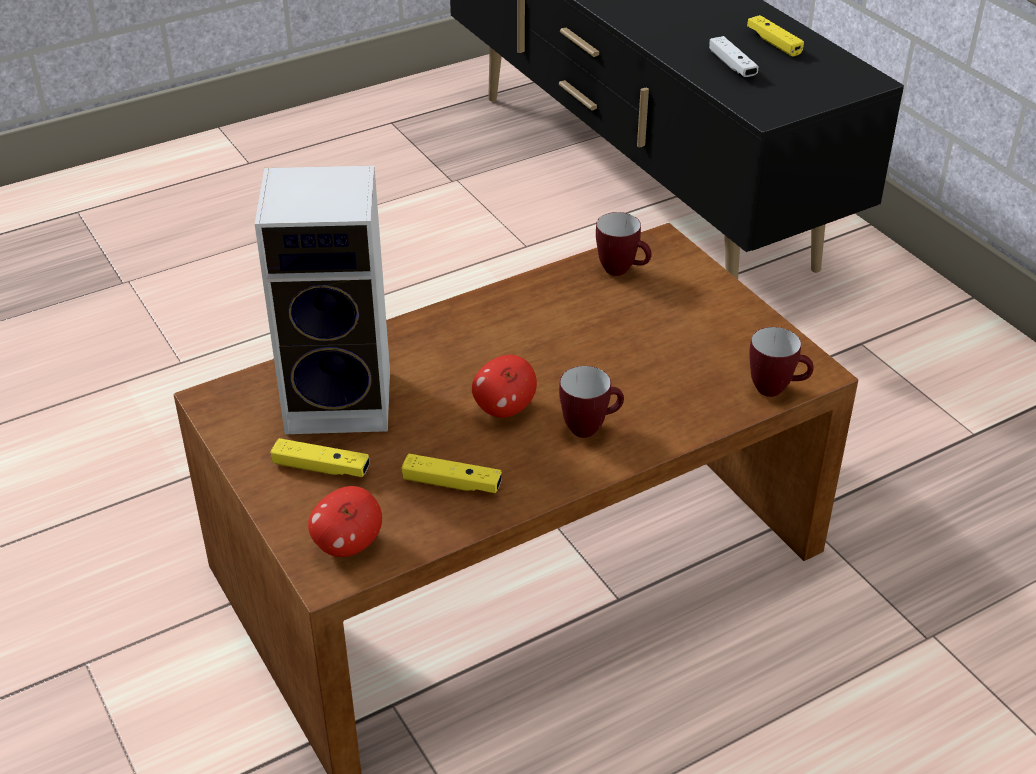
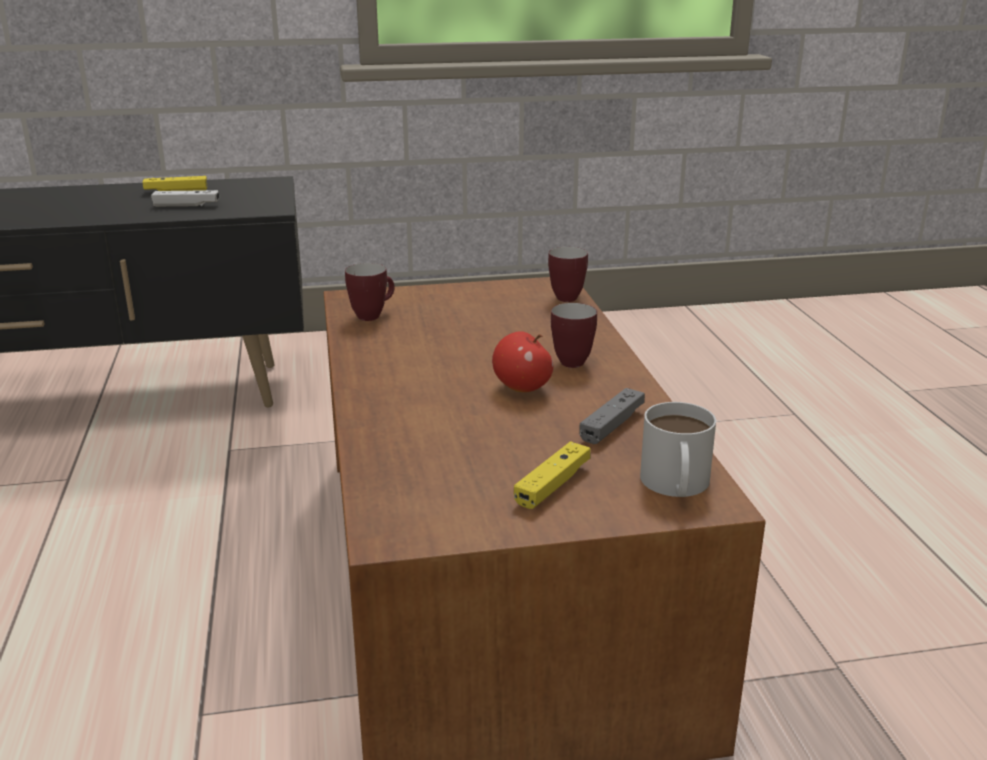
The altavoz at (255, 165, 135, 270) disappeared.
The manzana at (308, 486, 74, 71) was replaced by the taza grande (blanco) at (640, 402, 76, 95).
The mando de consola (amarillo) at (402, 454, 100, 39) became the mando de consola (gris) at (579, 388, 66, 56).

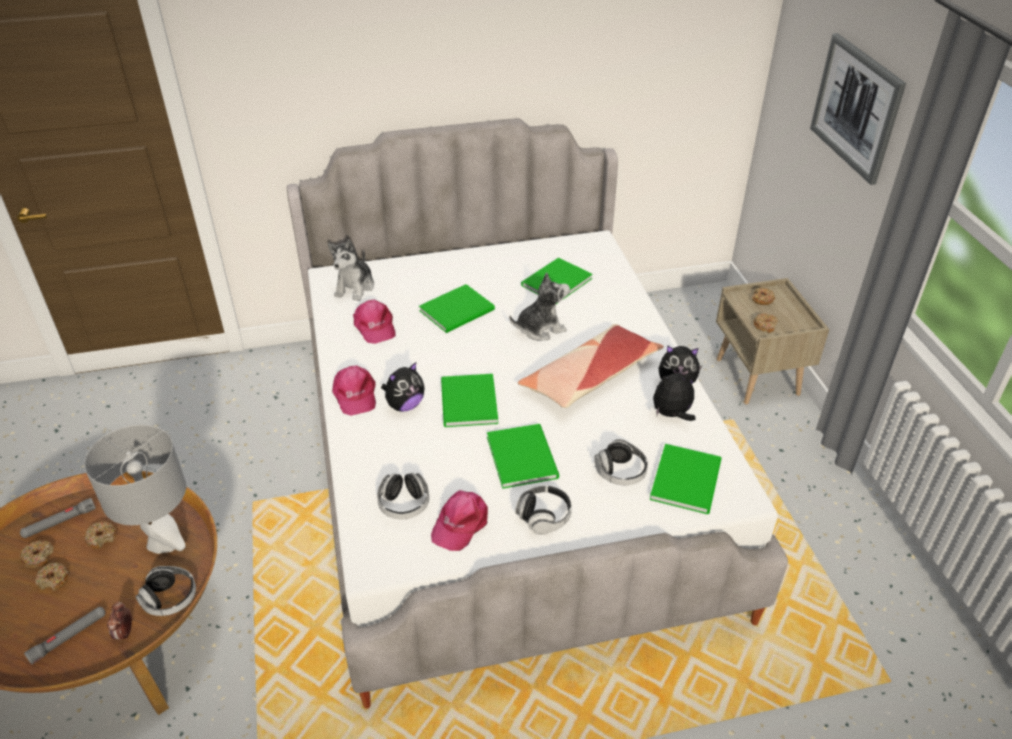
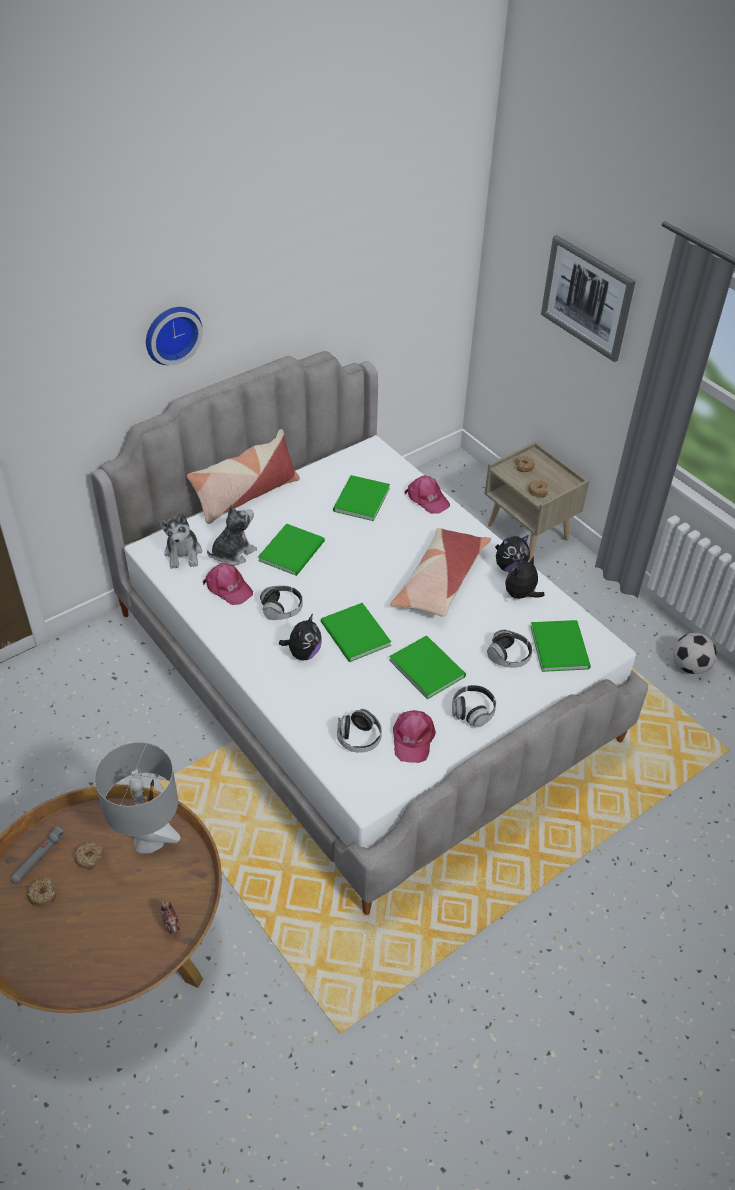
The linterna (gris) at (24, 607, 82, 57) disappeared.
The rosquilla at (35, 563, 34, 28) disappeared.
The reloj de pared at (146, 307, 57, 58) appeared.
The cojín at (187, 429, 113, 95) appeared.
The balón de fútbol at (673, 633, 44, 41) appeared.
The auriculares moved from (135, 566, 61, 50) to (260, 585, 43, 35).
The gorra (rosa) moved from (332, 366, 44, 50) to (405, 476, 45, 38).
The peluche moved from (509, 272, 61, 69) to (207, 504, 50, 62).

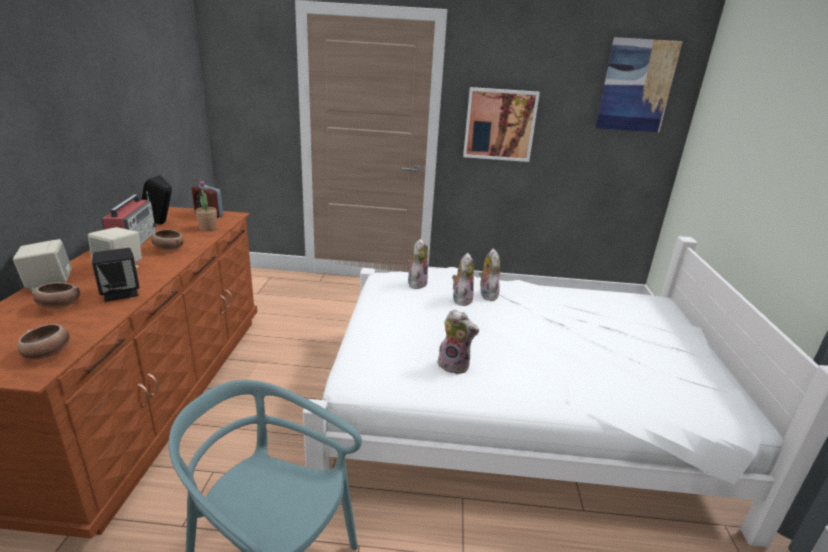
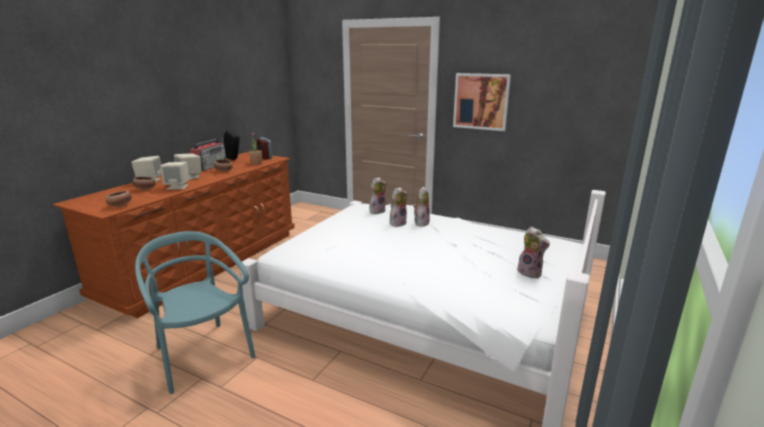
The cuadro at (596, 37, 87, 95) disappeared.
The peluche moved from (437, 309, 42, 65) to (517, 227, 33, 51).
The altavoz (negro) at (92, 248, 48, 54) became the altavoz (beis) at (160, 162, 29, 28).

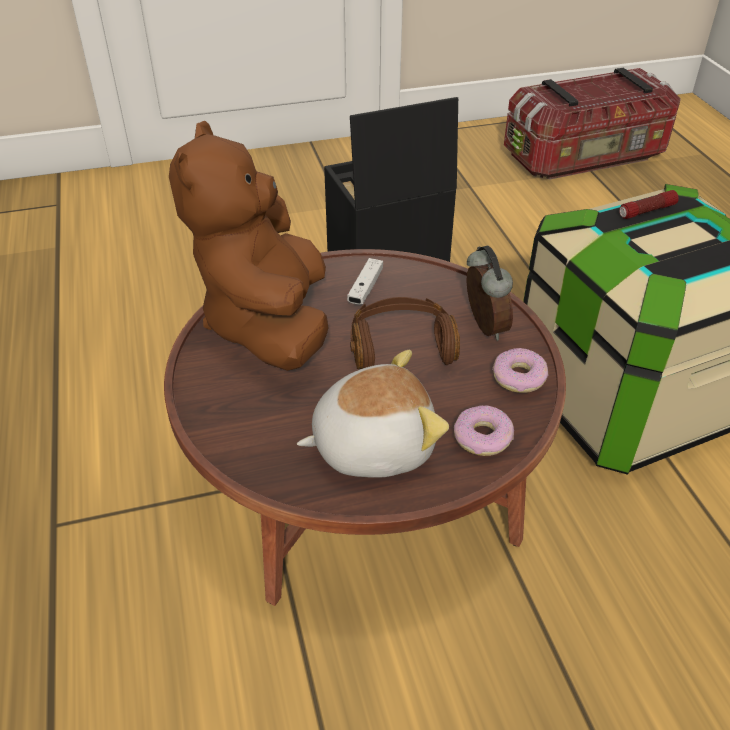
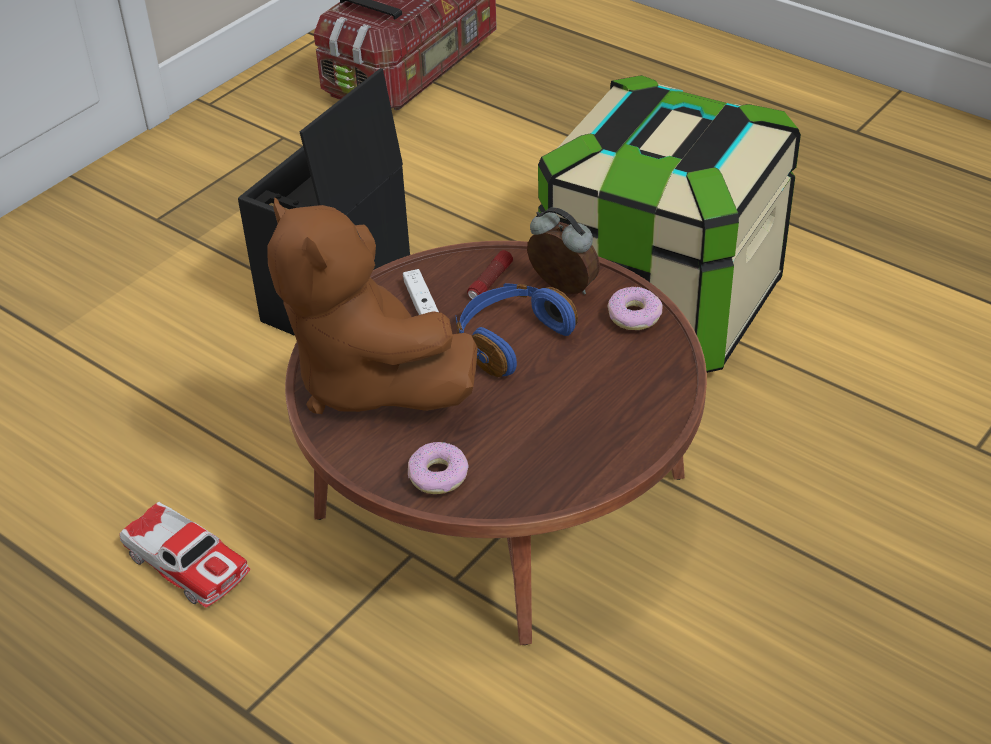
The peluche at (297, 350, 152, 128) disappeared.
The coche de juguete at (119, 502, 131, 105) appeared.
The rosquilla moved from (454, 405, 60, 51) to (408, 442, 60, 52).
The linterna moved from (619, 190, 60, 29) to (467, 250, 46, 49).
The auriculares (marrón) at (350, 297, 110, 72) became the auriculares (azul) at (455, 283, 123, 94).

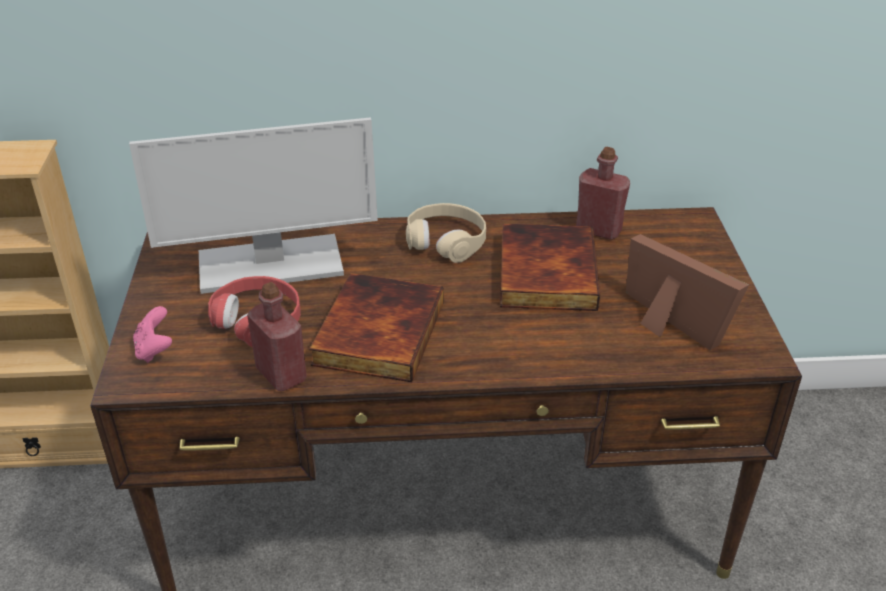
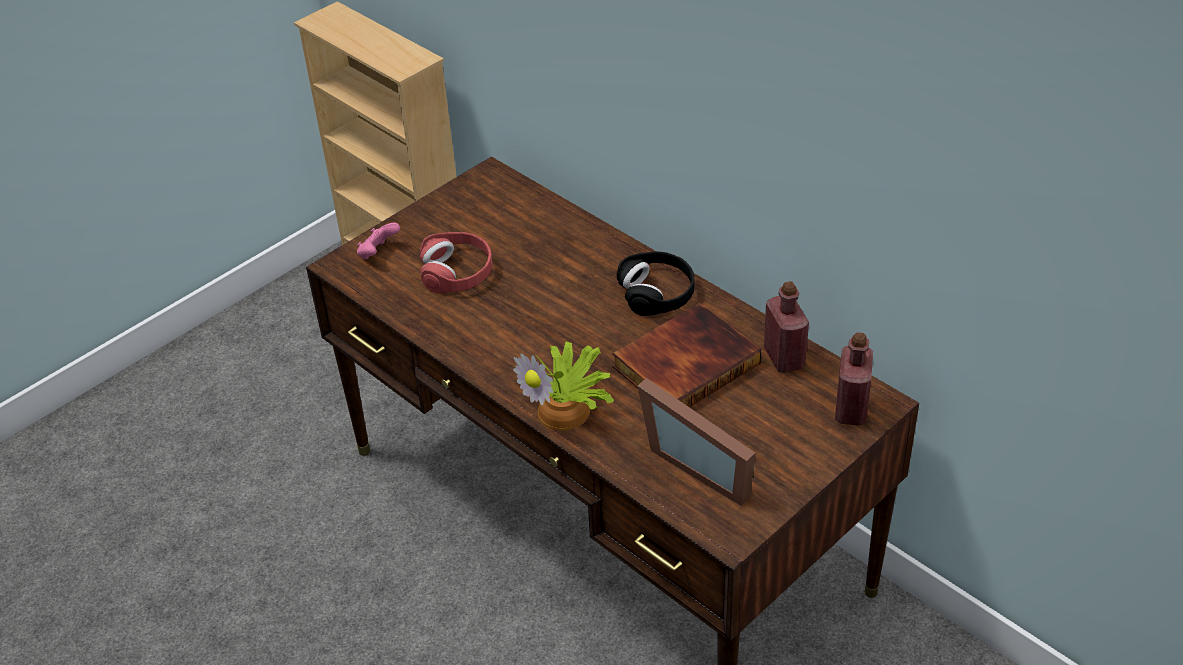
The monitor at (129, 117, 249, 177) disappeared.
The libro at (309, 273, 135, 109) disappeared.
The planta en maceta at (513, 341, 101, 89) appeared.
The botella (rojo) moved from (247, 282, 60, 109) to (835, 332, 38, 94).
The auriculares (beis) at (406, 203, 80, 60) became the auriculares (negro) at (617, 251, 78, 65).
The portarretratos at (626, 234, 123, 116) turned 120 degrees clockwise.

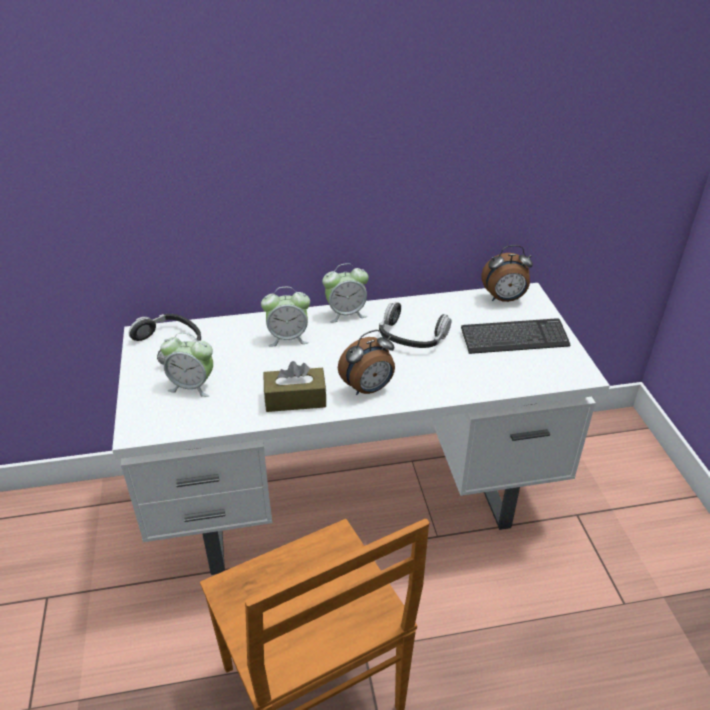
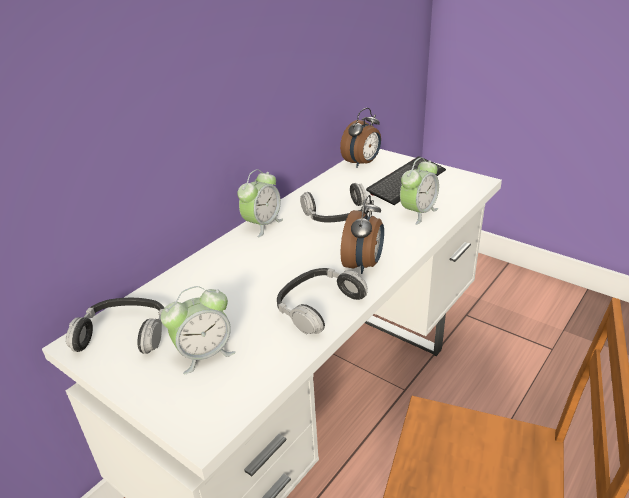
The despertador moved from (261, 287, 49, 59) to (400, 157, 39, 68).
The caja de pañuelos (marrón) at (264, 361, 62, 51) was replaced by the auriculares at (277, 268, 90, 67).

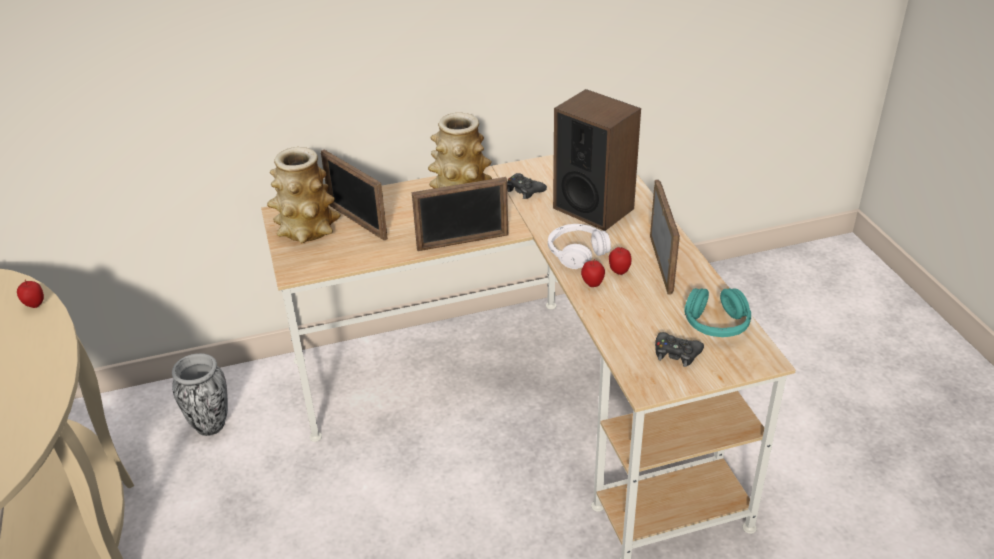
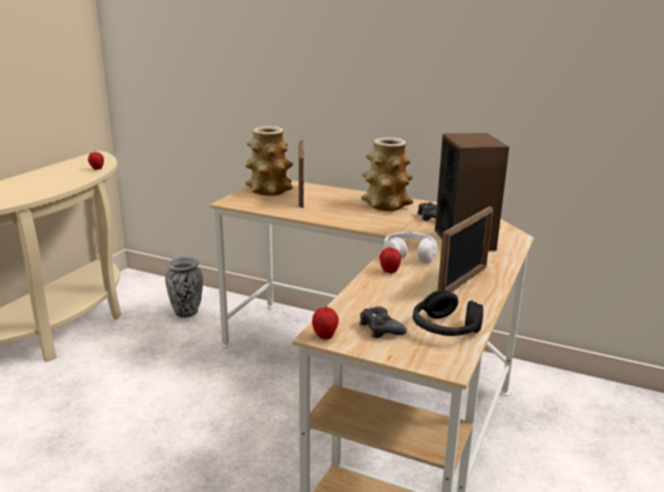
The portarretratos at (412, 177, 96, 74) disappeared.
The manzana moved from (609, 247, 23, 28) to (312, 306, 27, 33).
The auriculares (turquesa) at (684, 288, 67, 49) became the auriculares (negro) at (413, 290, 70, 46).

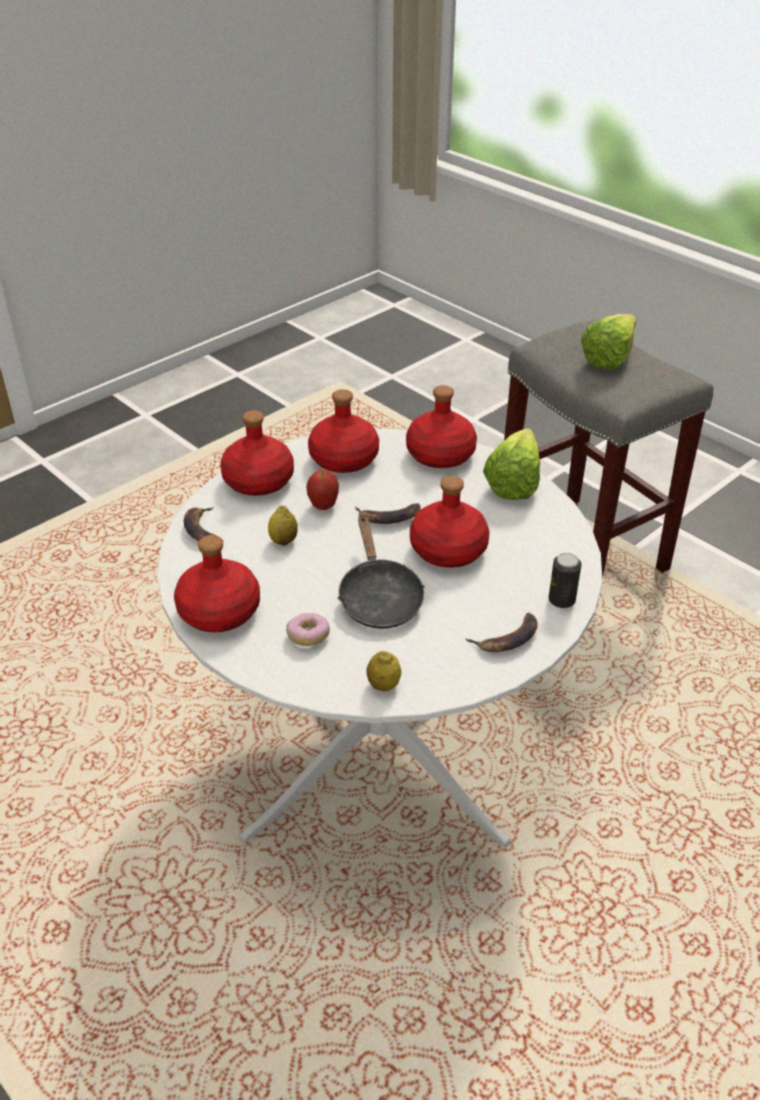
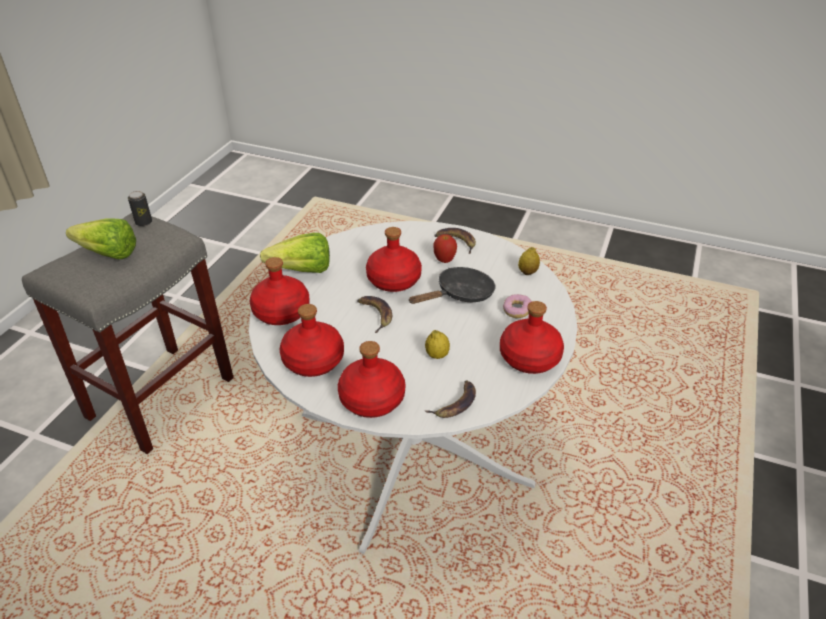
The manzana moved from (306, 470, 33, 40) to (433, 234, 24, 29).
The lata moved from (549, 553, 32, 55) to (128, 191, 24, 36).

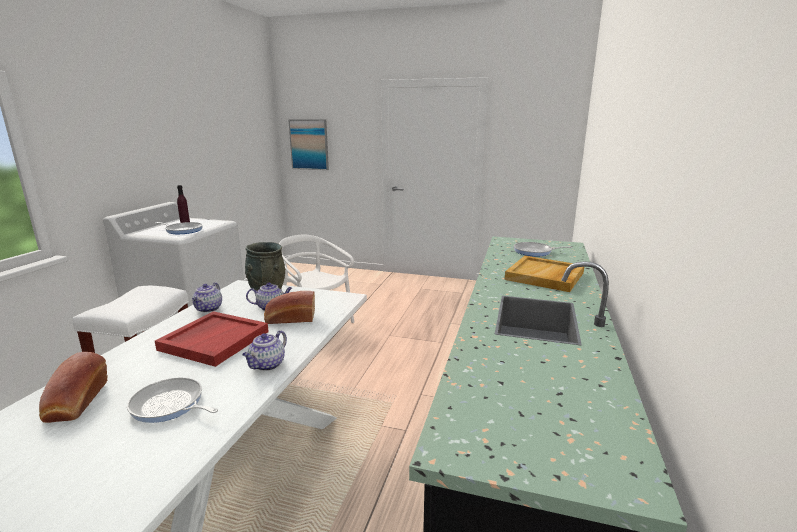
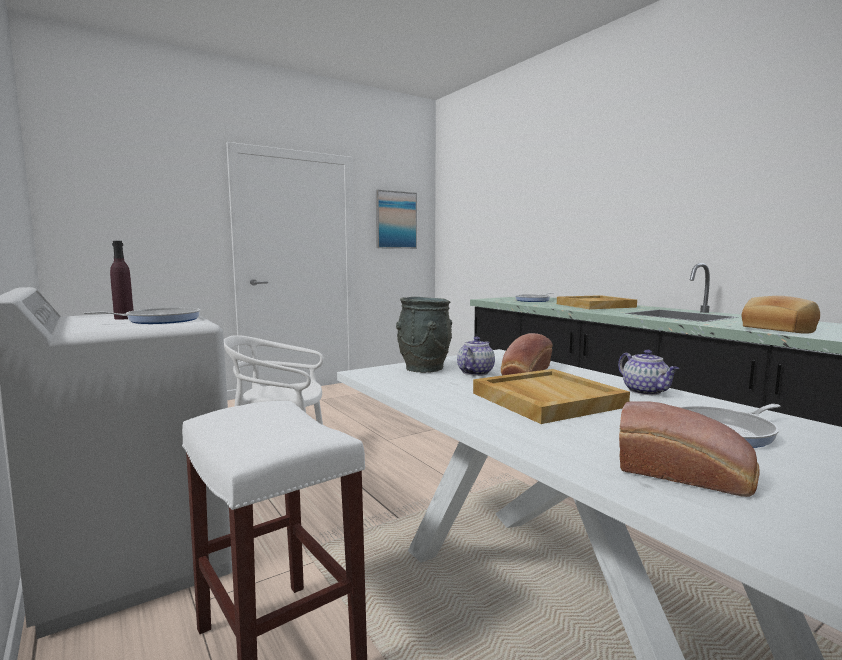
The tetera at (192, 282, 30, 30) disappeared.
The pan at (742, 296, 78, 38) appeared.
The cuadro moved from (288, 119, 41, 51) to (376, 190, 41, 59).
The bandeja (rojo) at (155, 311, 114, 56) became the bandeja (beis) at (473, 369, 157, 55).

